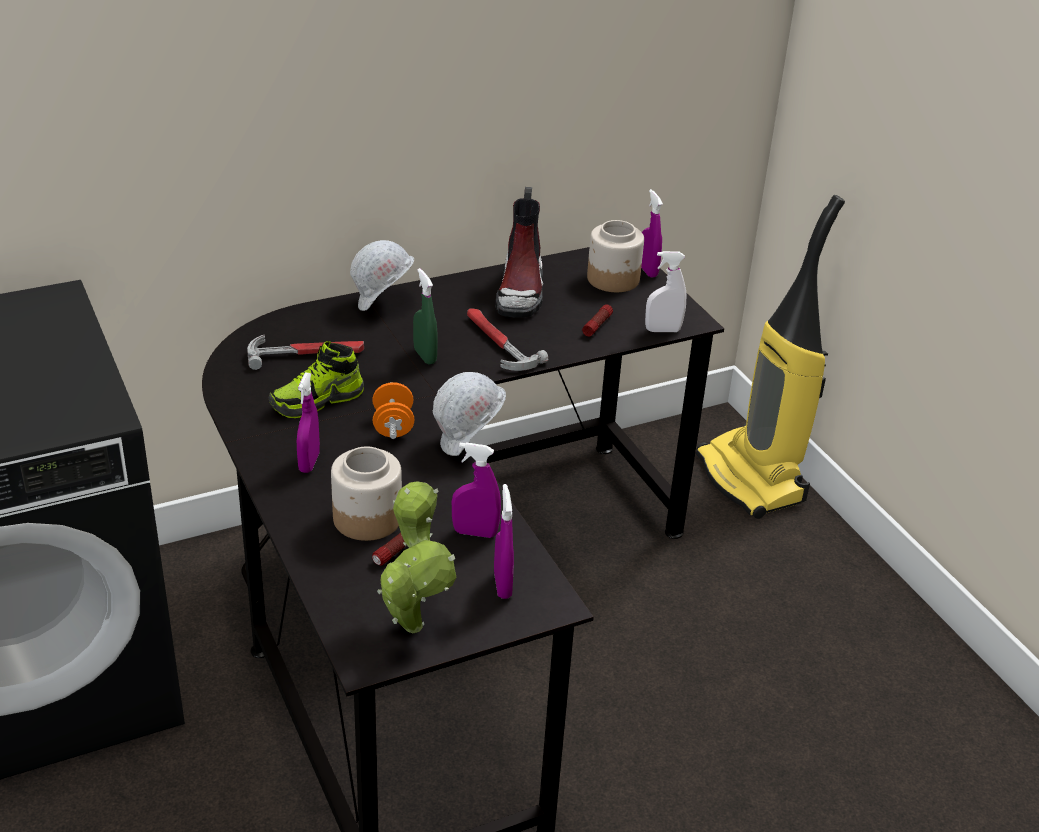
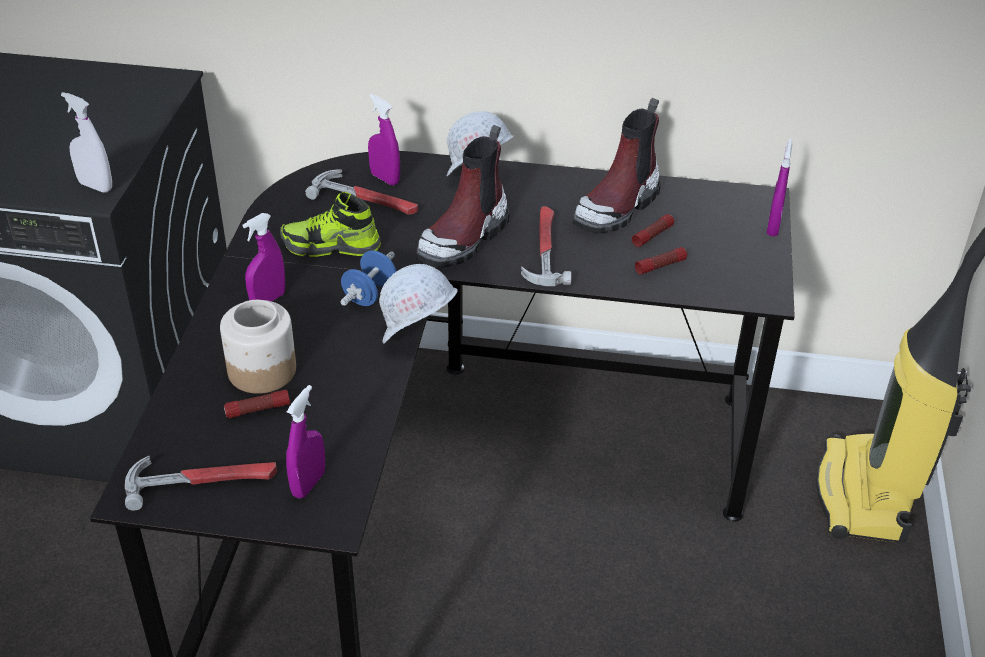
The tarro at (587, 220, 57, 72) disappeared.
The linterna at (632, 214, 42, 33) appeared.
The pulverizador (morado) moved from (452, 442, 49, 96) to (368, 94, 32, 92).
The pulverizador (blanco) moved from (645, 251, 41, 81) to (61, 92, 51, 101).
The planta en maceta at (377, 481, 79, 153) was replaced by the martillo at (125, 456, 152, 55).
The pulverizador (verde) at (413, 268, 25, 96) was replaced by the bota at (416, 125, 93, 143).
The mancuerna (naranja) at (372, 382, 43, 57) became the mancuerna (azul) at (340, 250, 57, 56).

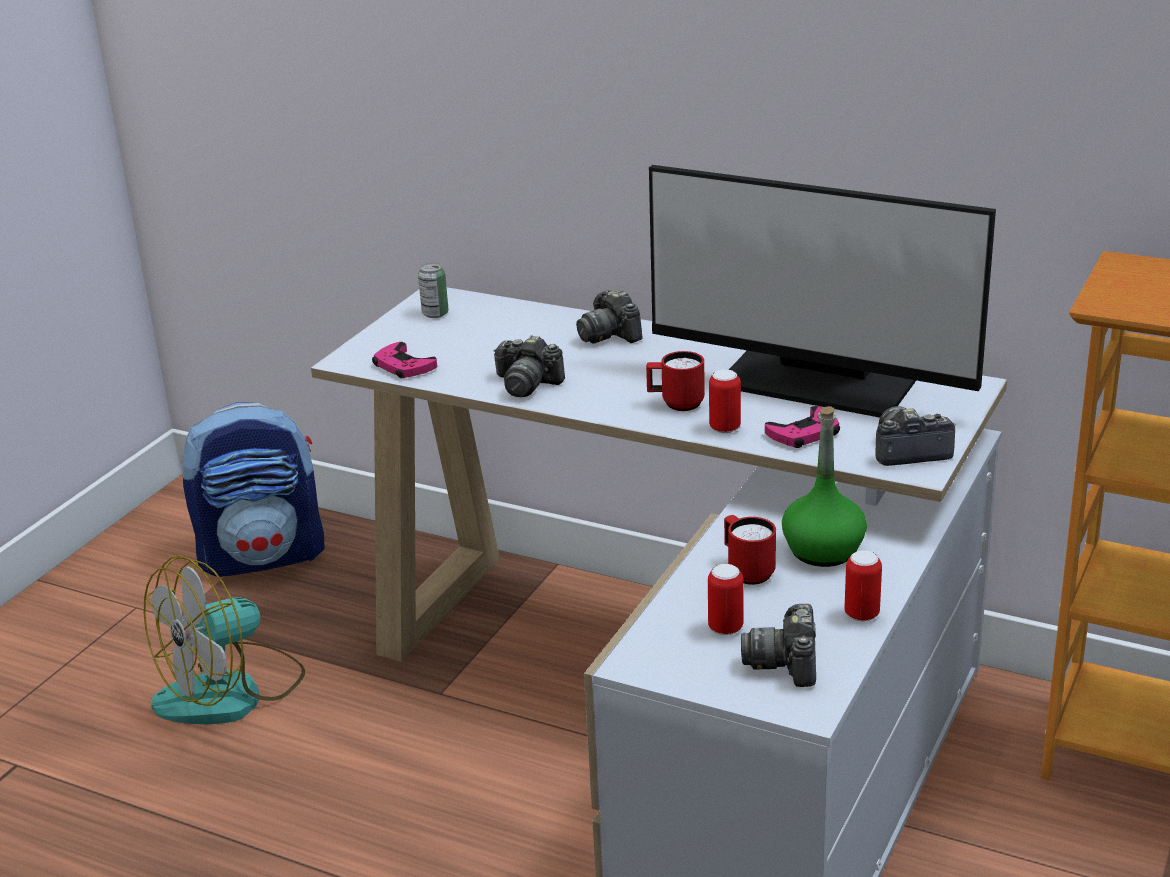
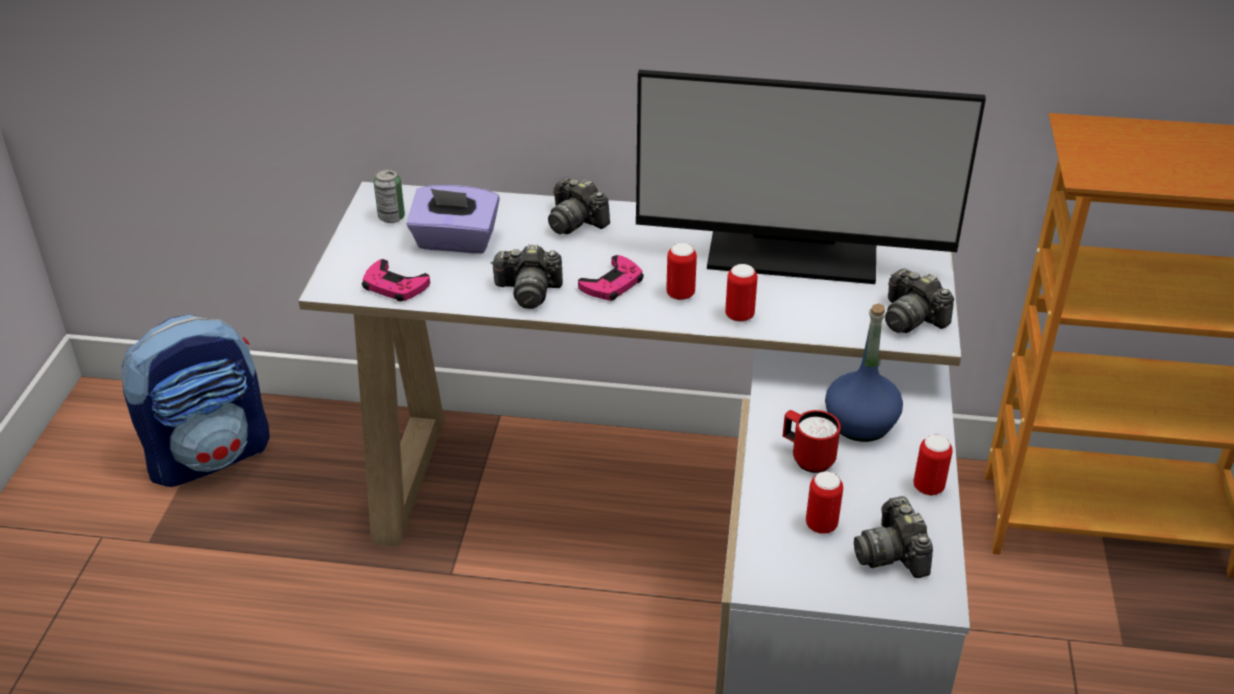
The ventilador at (144, 555, 161, 170) disappeared.
The caja de pañuelos (morado) at (407, 185, 93, 68) appeared.
The mando de consola (rosa) moved from (765, 406, 75, 42) to (578, 255, 66, 46).
The taza grande (rojo) at (646, 351, 59, 60) was replaced by the lata at (666, 243, 31, 57).
The botella (verde) at (782, 406, 85, 161) became the botella (azul) at (825, 303, 78, 139).
The cámara at (875, 406, 81, 60) turned 105 degrees counterclockwise.

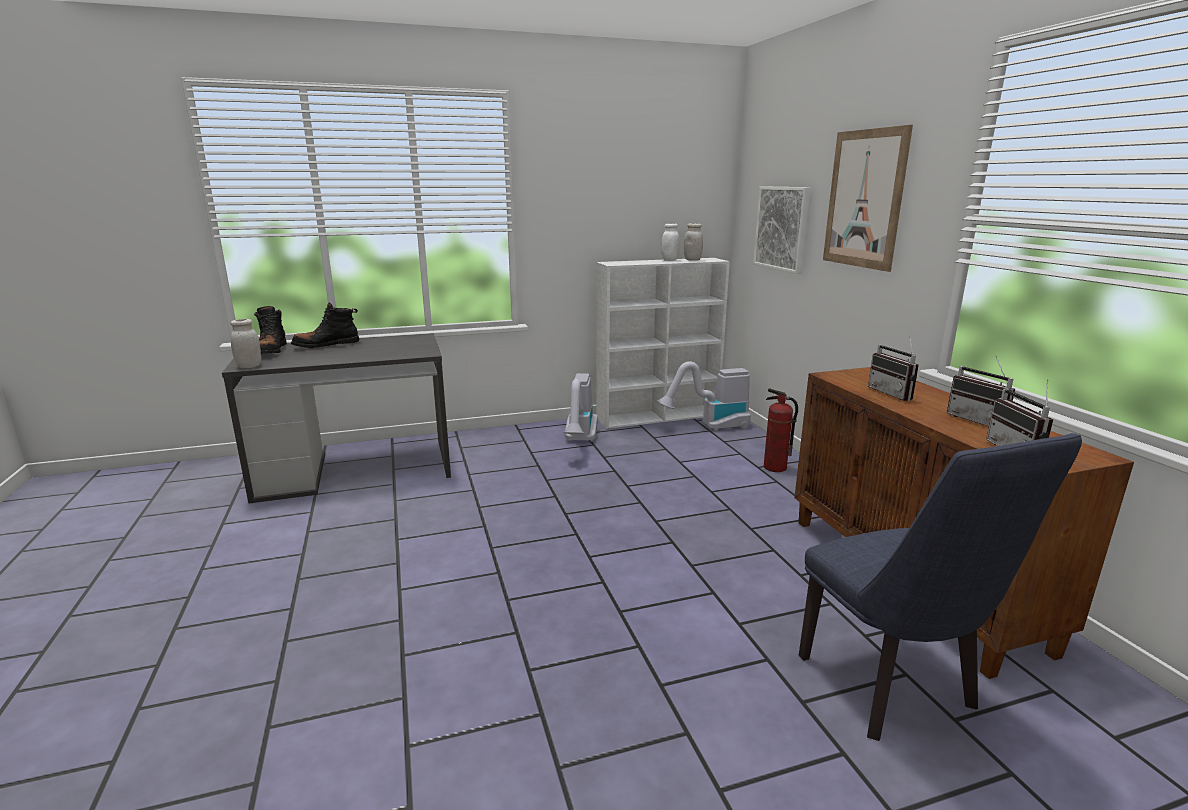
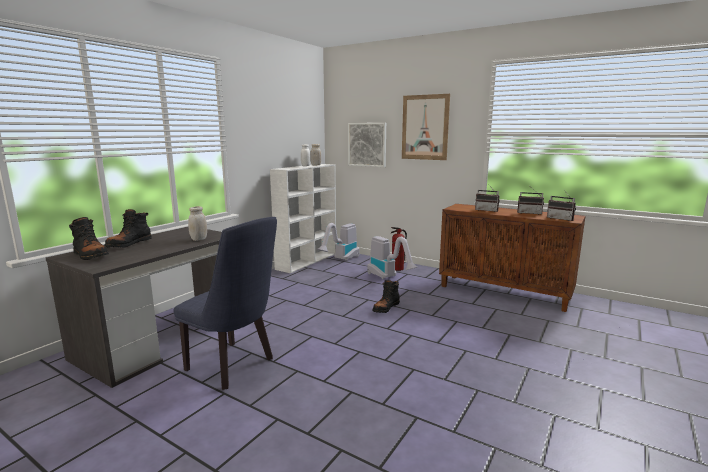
The bota (negro) at (372, 280, 28, 33) appeared.
The tarro (blanco) moved from (230, 319, 31, 49) to (188, 206, 19, 35).
The aspiradora moved from (563, 373, 35, 69) to (367, 236, 51, 43).
The silla (azul) moved from (799, 433, 283, 308) to (174, 217, 103, 173).

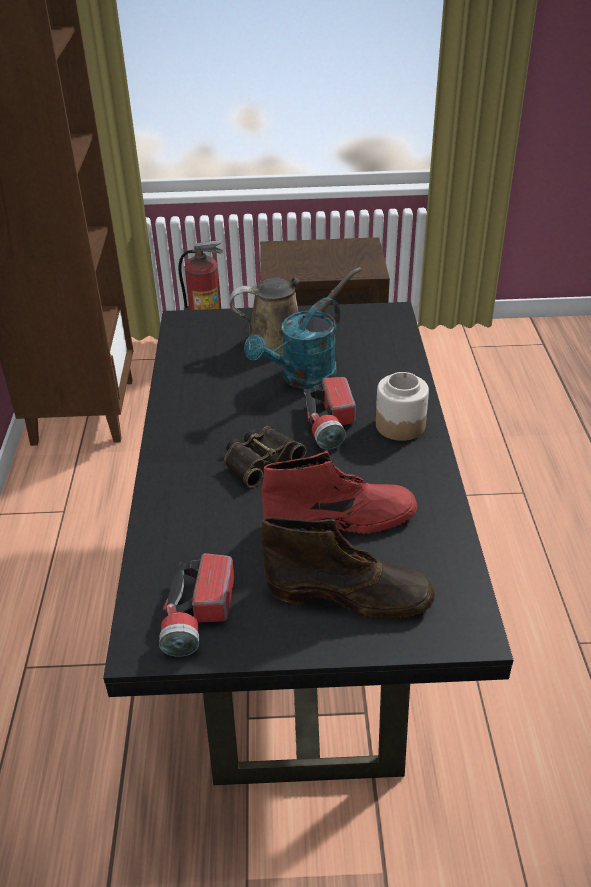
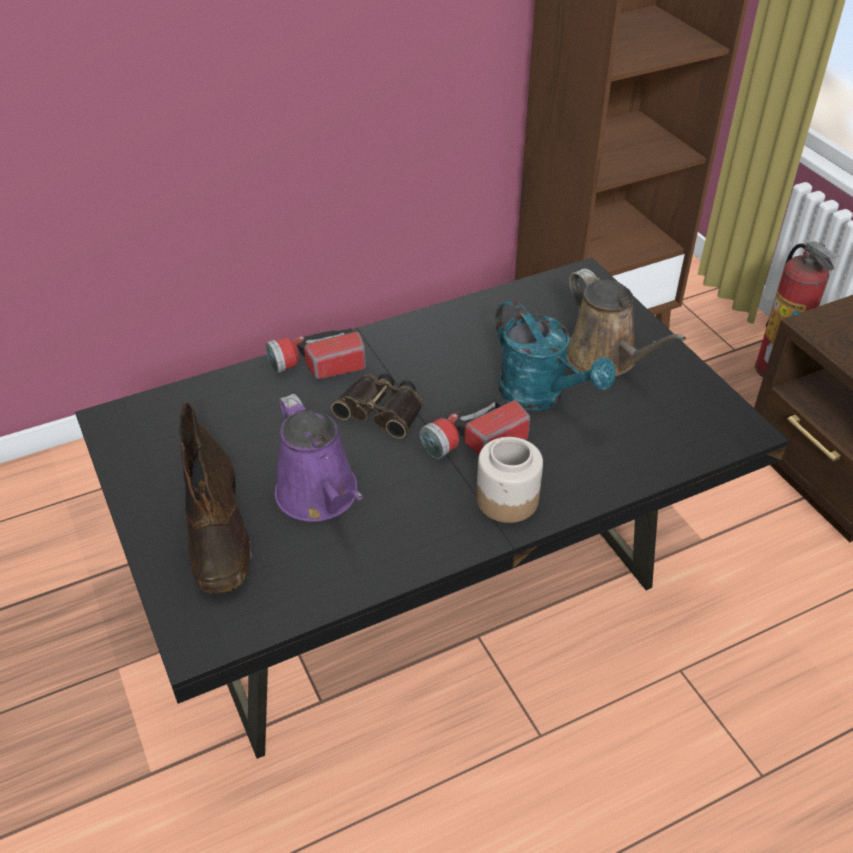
The linterna moved from (159, 553, 75, 104) to (265, 328, 101, 51).
The bota (rojo) at (262, 450, 155, 84) was replaced by the regadera (morado) at (275, 394, 88, 128).
The regadera (turquesa) at (244, 298, 96, 91) turned 150 degrees counterclockwise.

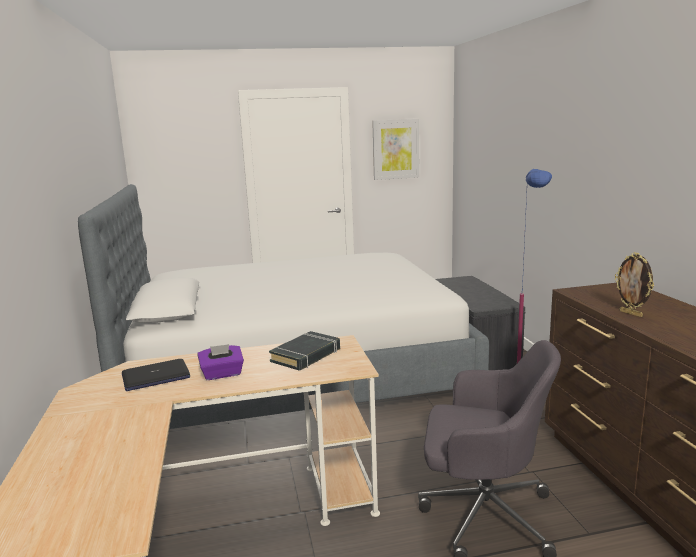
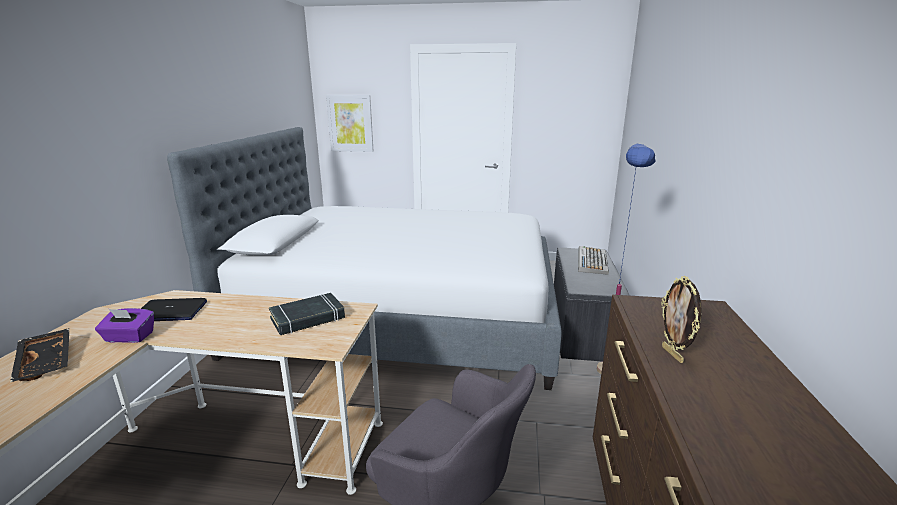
The bandeja (negro) at (10, 328, 59, 55) appeared.
The teclado at (578, 246, 31, 29) appeared.
The caja de pañuelos (morado) moved from (198, 344, 46, 36) to (95, 308, 59, 35).
The cuadro moved from (372, 119, 47, 61) to (326, 95, 47, 57).

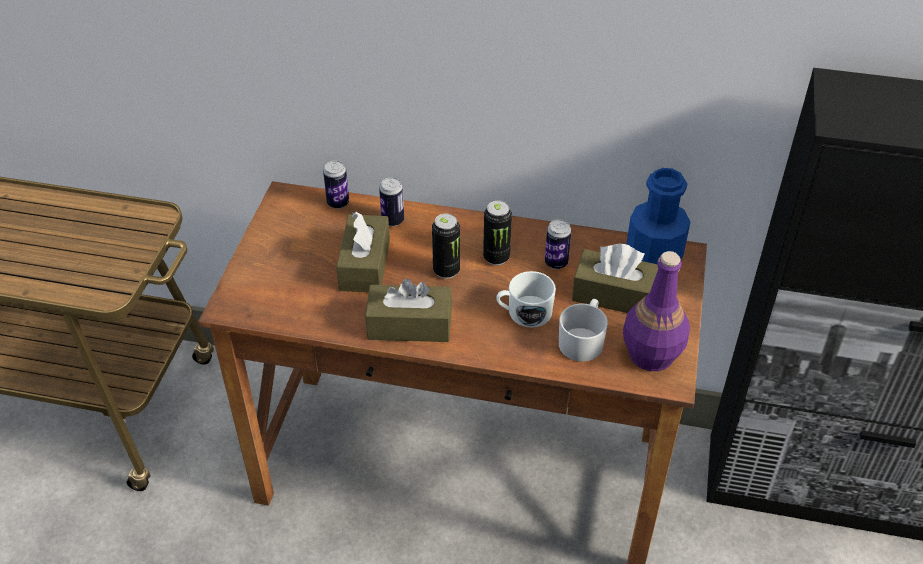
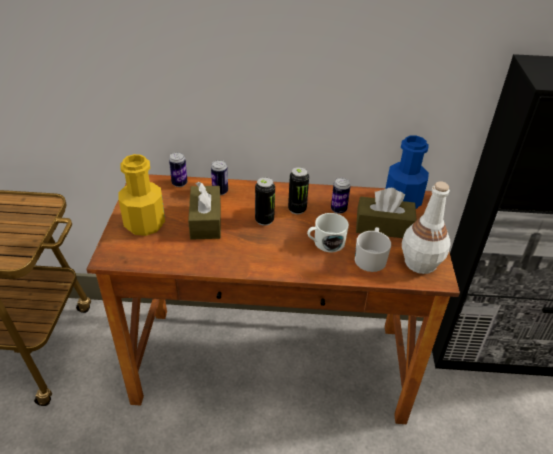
The caja de pañuelos (marrón) at (365, 279, 87, 63) disappeared.
The botella (amarillo) at (119, 154, 46, 82) appeared.
The botella (morado) at (623, 251, 67, 120) became the botella (blanco) at (402, 181, 49, 93).

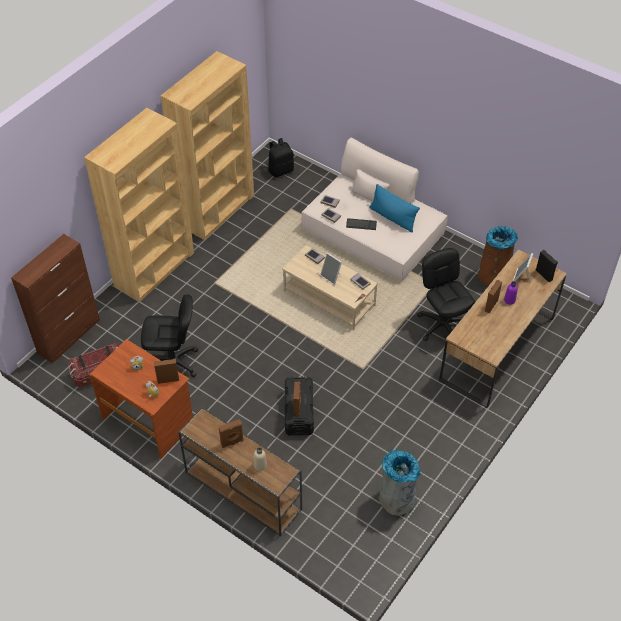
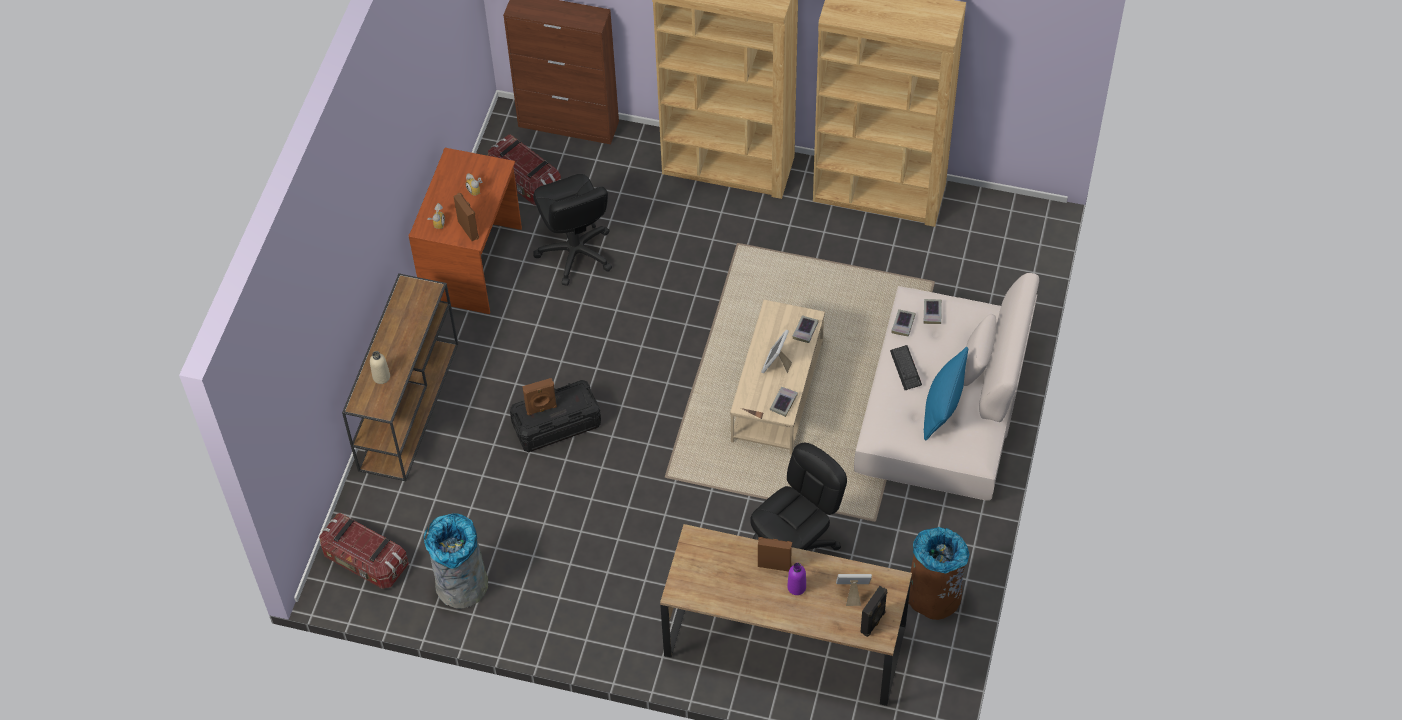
The altavoz (marrón) at (219, 419, 25, 29) disappeared.
The mochila (negro) at (268, 138, 26, 39) disappeared.
The caja de almacenaje at (319, 513, 90, 76) appeared.

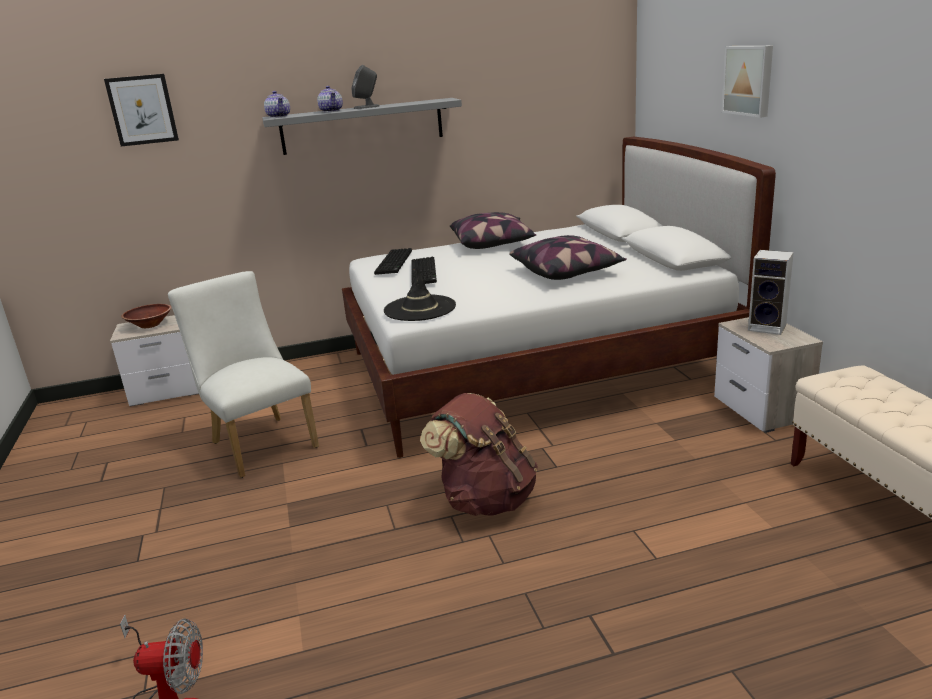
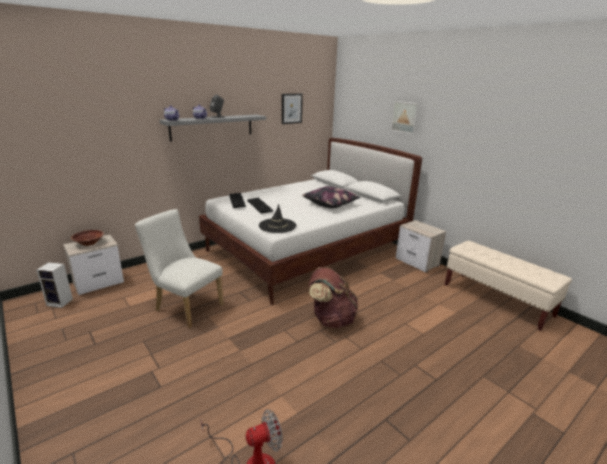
The cojín at (450, 212, 87, 37) disappeared.
The cuadro moved from (104, 74, 75, 73) to (282, 94, 21, 30).
The altavoz moved from (748, 250, 46, 85) to (37, 262, 36, 46).

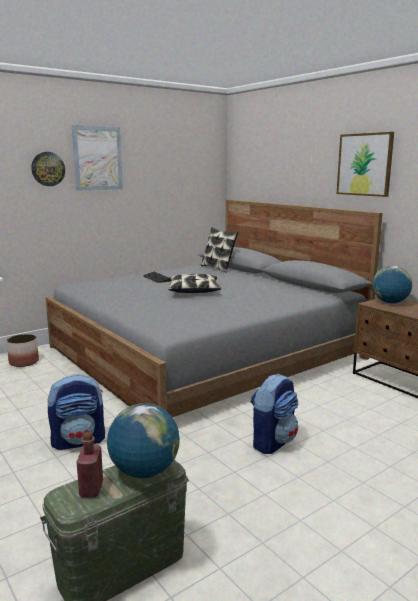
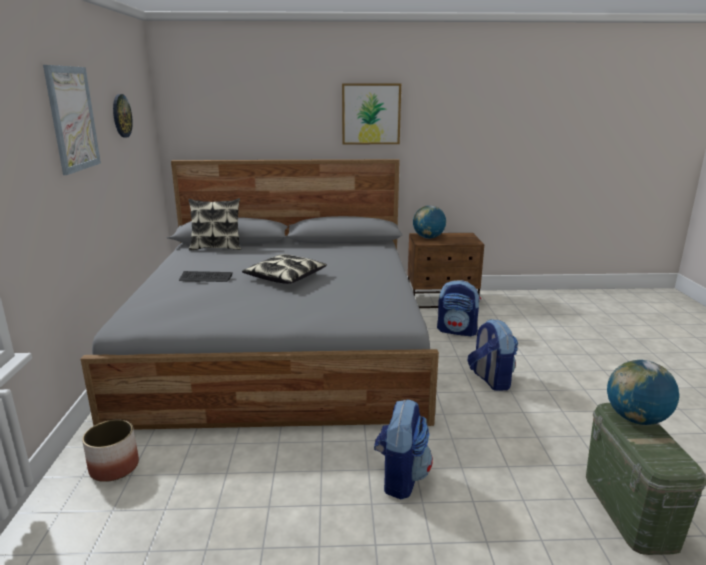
The botella (rojo) at (77, 432, 26, 66) disappeared.
The mochila at (437, 280, 44, 57) appeared.
The reloj de pared moved from (31, 152, 34, 34) to (113, 94, 20, 44).

